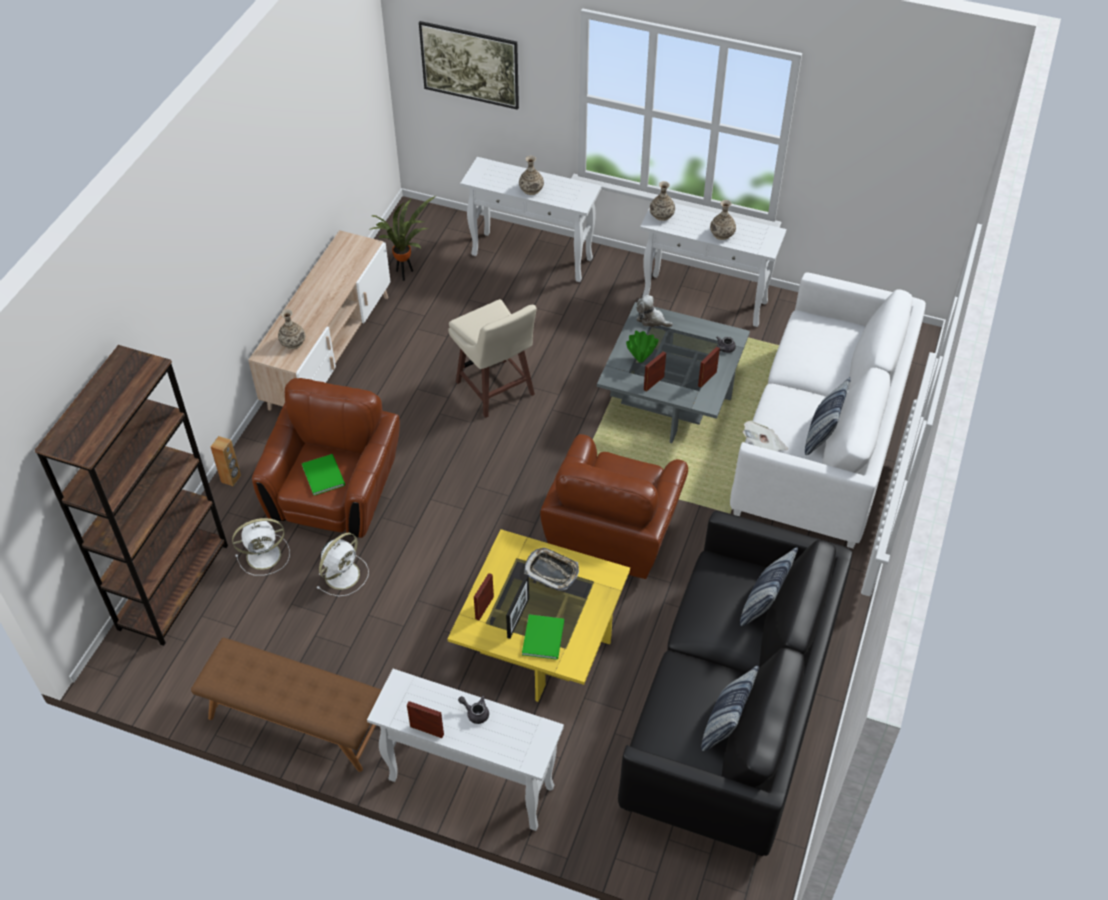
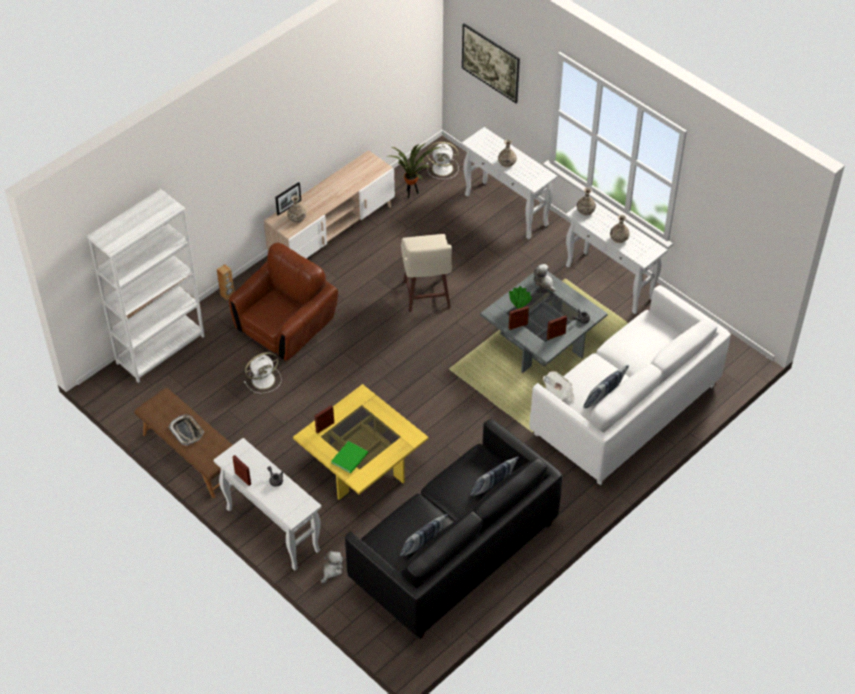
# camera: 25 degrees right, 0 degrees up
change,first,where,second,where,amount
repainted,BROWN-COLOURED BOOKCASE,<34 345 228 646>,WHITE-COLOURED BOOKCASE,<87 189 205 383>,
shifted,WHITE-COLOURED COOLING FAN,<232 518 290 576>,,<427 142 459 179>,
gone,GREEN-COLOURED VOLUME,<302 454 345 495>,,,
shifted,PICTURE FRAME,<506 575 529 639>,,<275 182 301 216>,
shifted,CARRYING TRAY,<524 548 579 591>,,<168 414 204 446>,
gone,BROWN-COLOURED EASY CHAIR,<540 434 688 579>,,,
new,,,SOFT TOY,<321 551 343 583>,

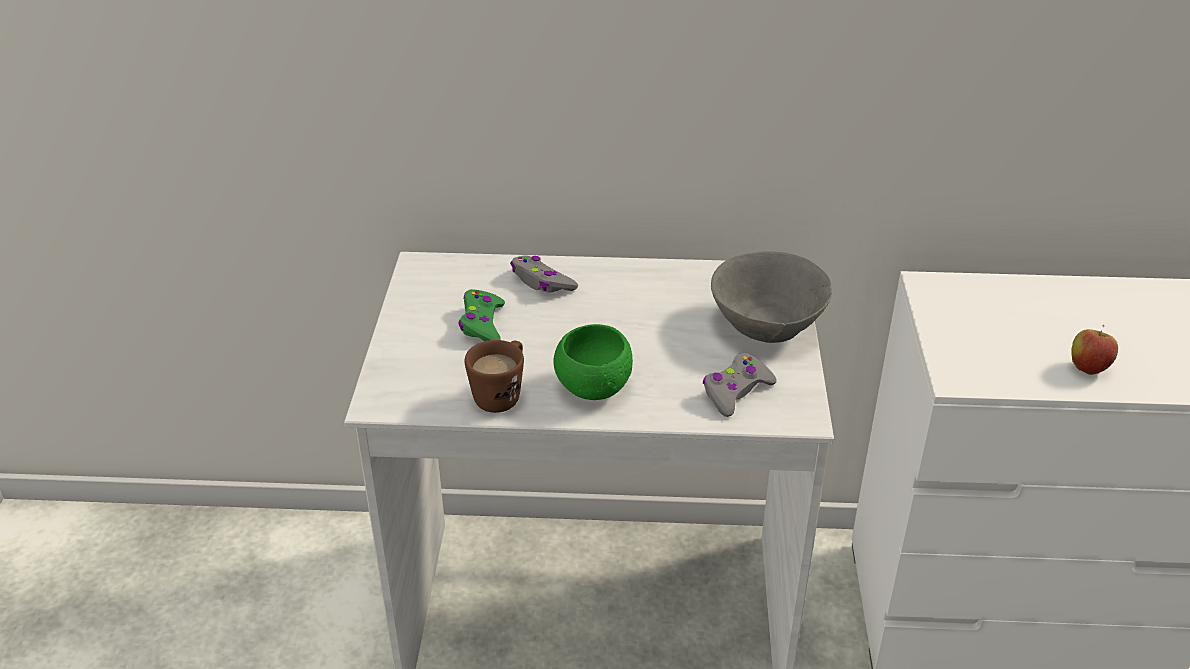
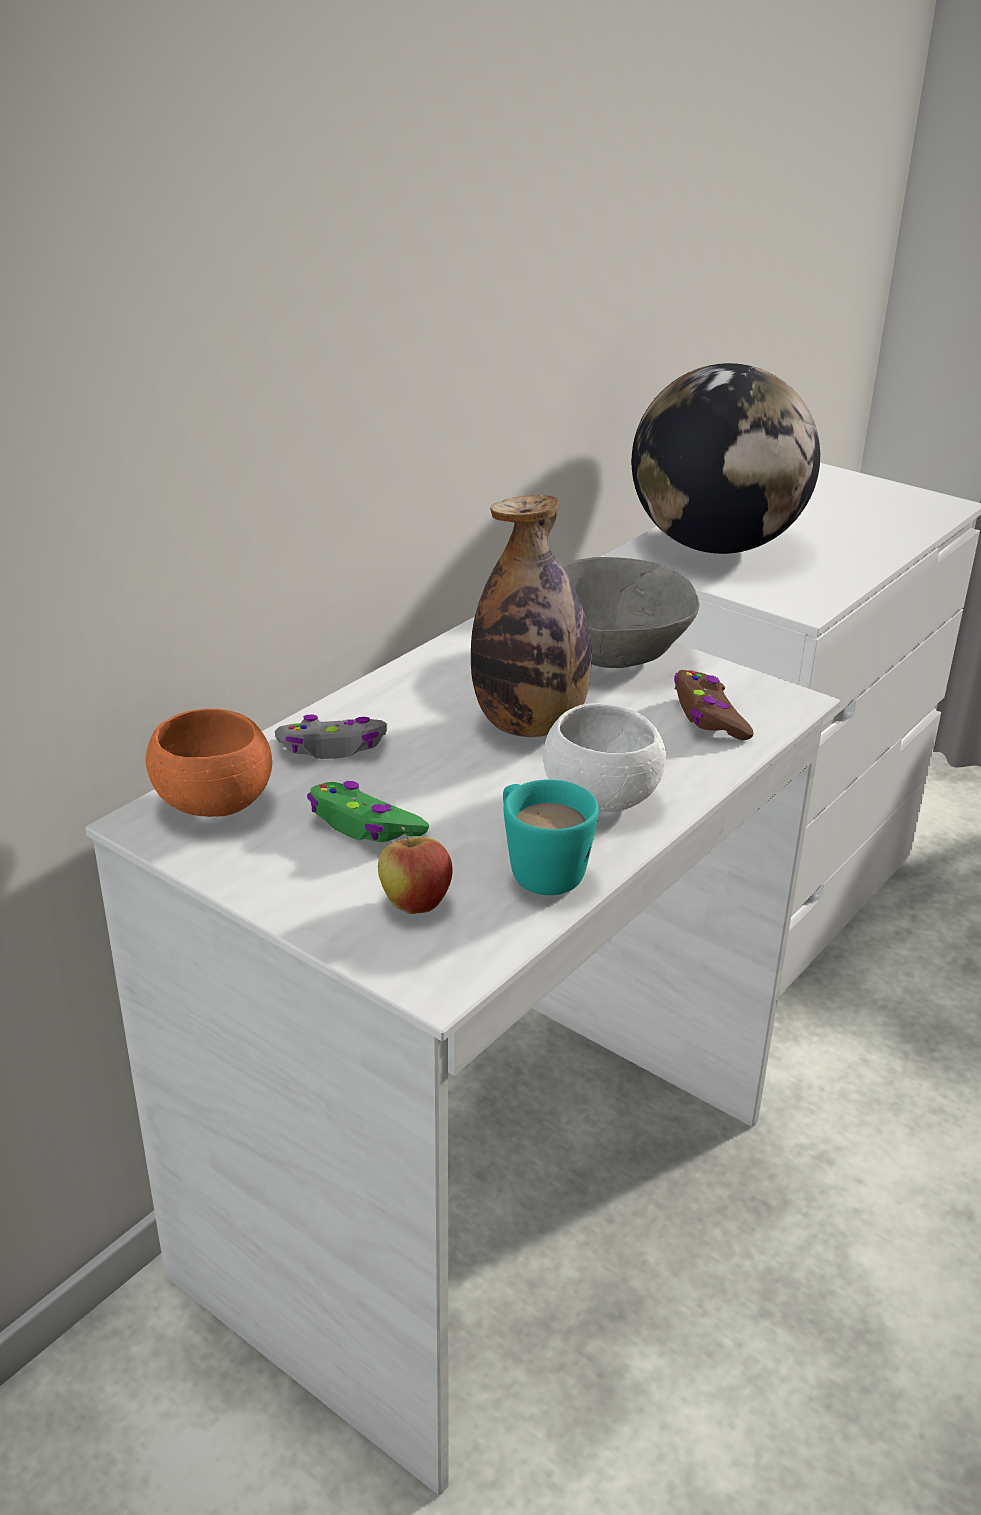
# camera: 55 degrees left, 5 degrees down
change,first,where,second,where,amount
repainted,BROWN-COLOURED TEA MUG,<465 340 524 413>,BLUE-GREEN TEA MUG,<503 779 599 895>,
repainted,GREEN-COLOURED DEEP DISH,<553 324 633 400>,WHITE-COLOURED DEEP DISH,<543 703 666 812>,
repainted,GRAY GAMEPAD,<703 353 777 417>,BROWN-COLOURED GAMEPAD,<674 670 754 740>,
shifted,APPLE FRUIT,<1071 325 1118 375>,,<378 827 452 914>,
new,,,ORANGEY DEEP DISH,<146 709 272 817>,
new,,,BEVERAGE BOTTLE,<471 495 592 737>,
new,,,WORLD GLOBE,<631 363 820 554>,

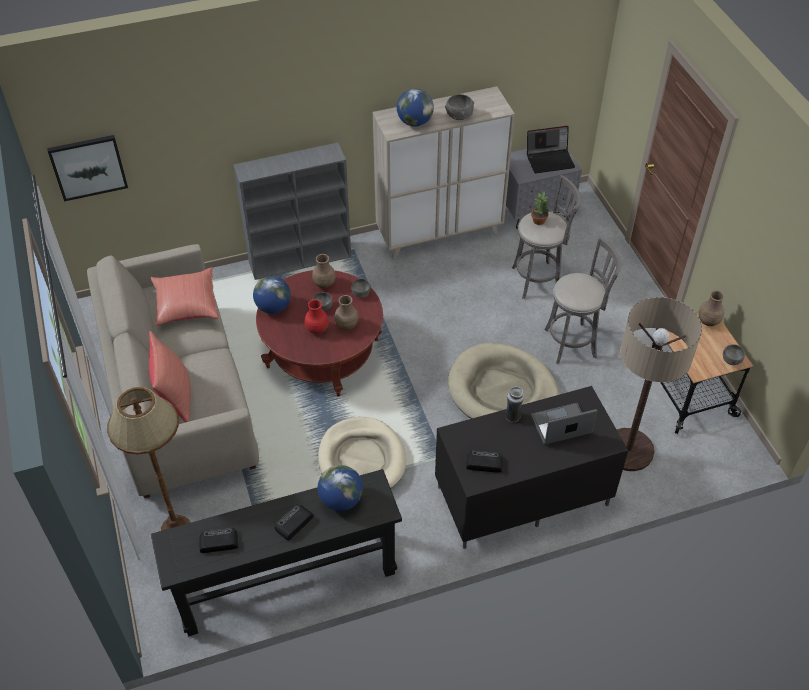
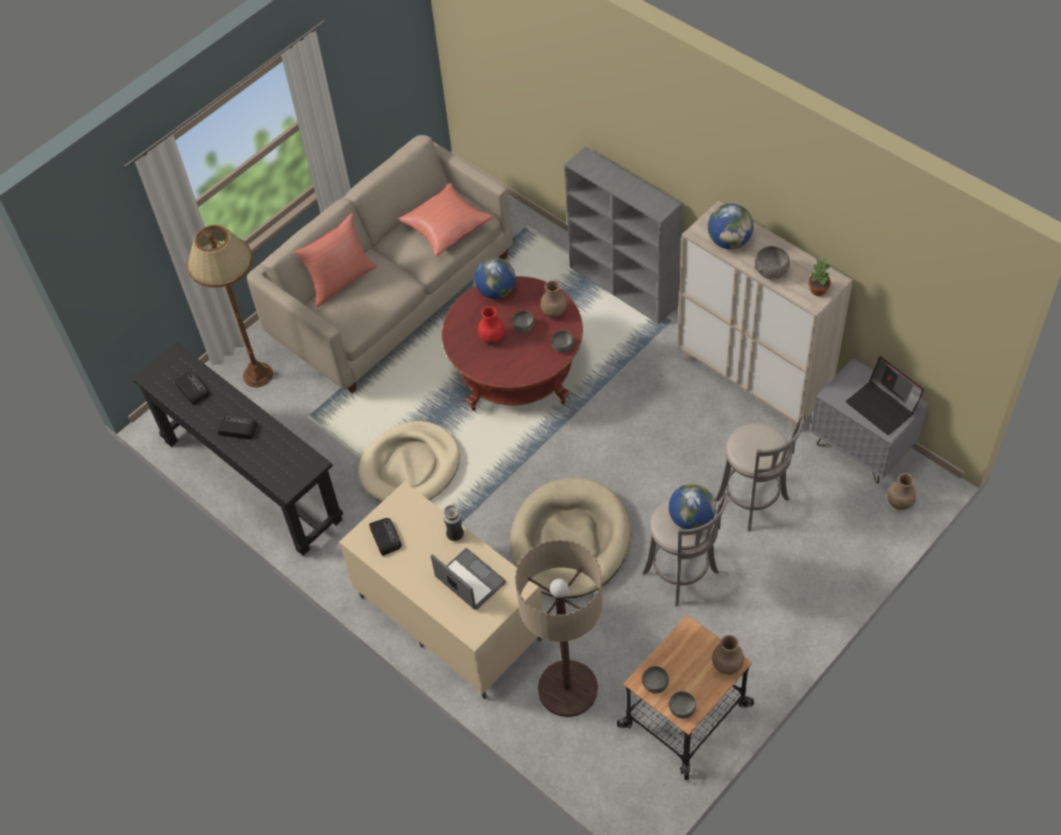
# camera: 65 degrees right, 5 degrees up
change,first,where,second,where,amount
gone,PICTURE,<47 135 128 202>,,,
shifted,WORLD GLOBE,<318 465 363 511>,,<669 484 716 529>,
shifted,BROWN-COLOURED DECORATIVE VASE,<334 295 359 330>,,<888 473 916 510>,
repainted,BLACK TV STAND,<435 386 628 549>,BEIGE-COLOURED TV STAND,<339 482 543 699>,
shifted,POTTED PLANT,<531 192 550 225>,,<808 258 831 296>,
new,,,GRAY DEEP DISH,<642 666 669 694>,

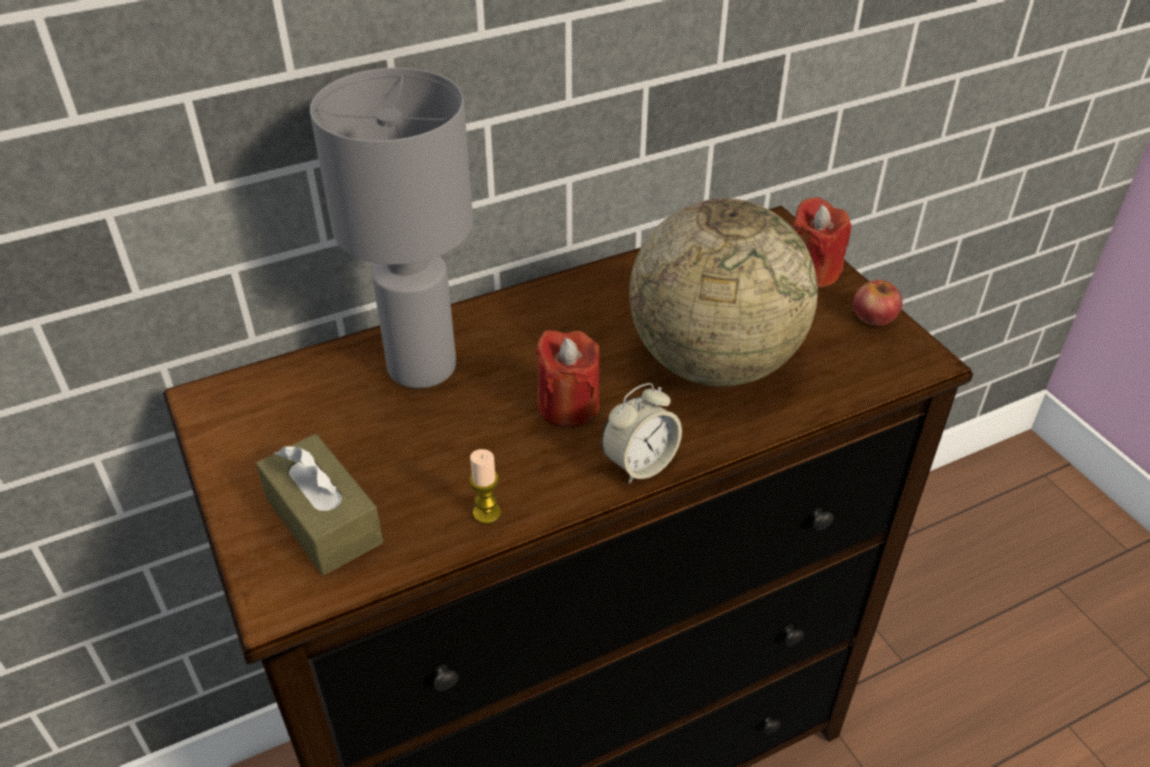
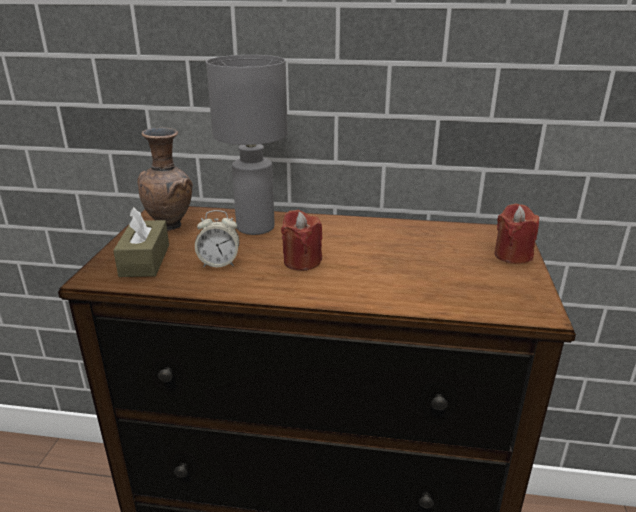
# camera: 35 degrees right, 15 degrees down
change,first,where,second,where,amount
gone,WAX LIGHT,<469 449 501 524>,,,
shifted,TABLE CLOCK,<601 383 682 484>,,<195 210 239 267>,
gone,WORLD GLOBE,<629 198 818 386>,,,
gone,APPLE FRUIT,<854 280 903 326>,,,
new,,,BROWN-COLOURED DECORATIVE VASE,<137 127 193 231>,

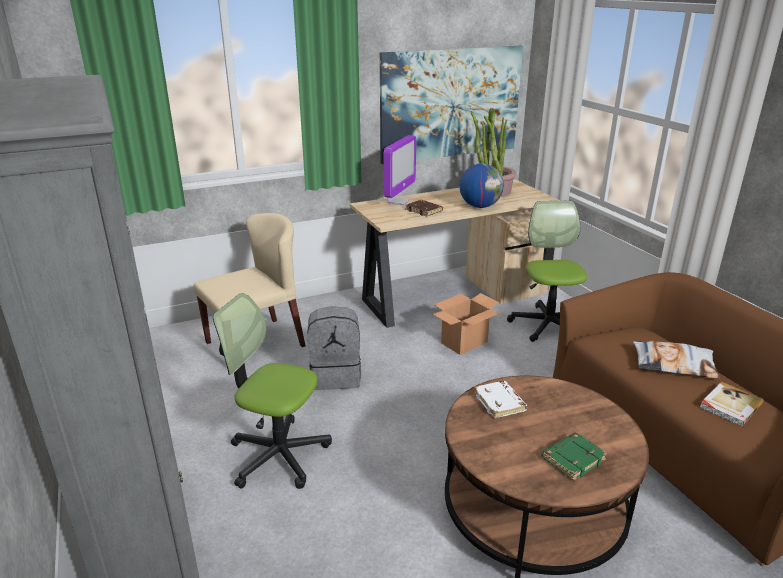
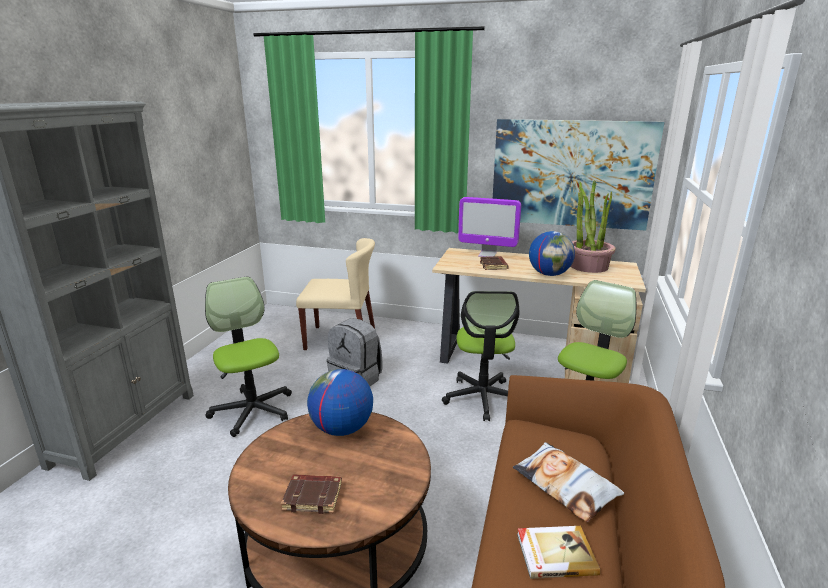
# camera: 40 degrees right, 5 degrees down
change,first,where,second,where,amount
rotated,COMPUTER SCREEN,<384 135 416 205>,,<458 197 521 257>,45 degrees clockwise
swapped,PACKING BOX,<433 293 500 355>,DESK CHAIR,<442 291 519 421>,
swapped,WHITE-COLOURED VOLUME,<474 381 527 418>,WORLD GLOBE,<307 369 373 436>,
repainted,GREEN-COLOURED VOLUME,<541 432 608 481>,BROWN-COLOURED VOLUME,<281 474 342 514>,

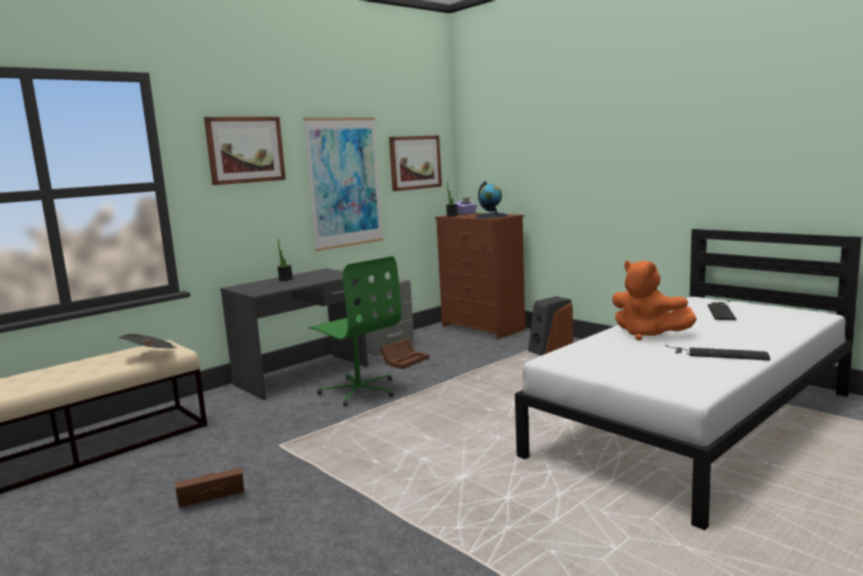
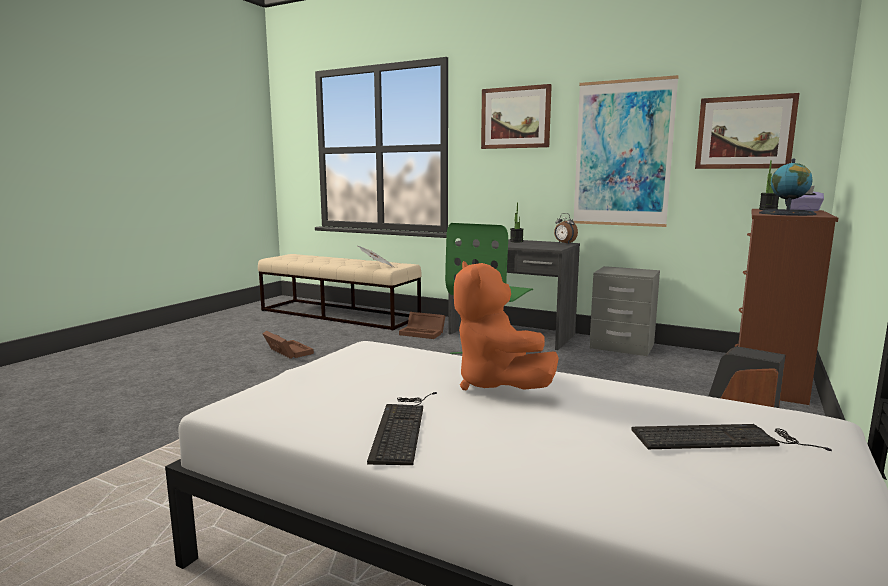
# camera: 70 degrees right, 0 degrees up
change,first,where,second,where,amount
shifted,BROWN-COLOURED STORAGE BOX,<380 337 429 369>,,<399 312 445 339>,
rotated,ORANGEY SOFT TOY,<612 260 697 340>,,<454 261 559 390>,45 degrees counterclockwise
new,,,TABLE CLOCK,<554 213 578 243>,

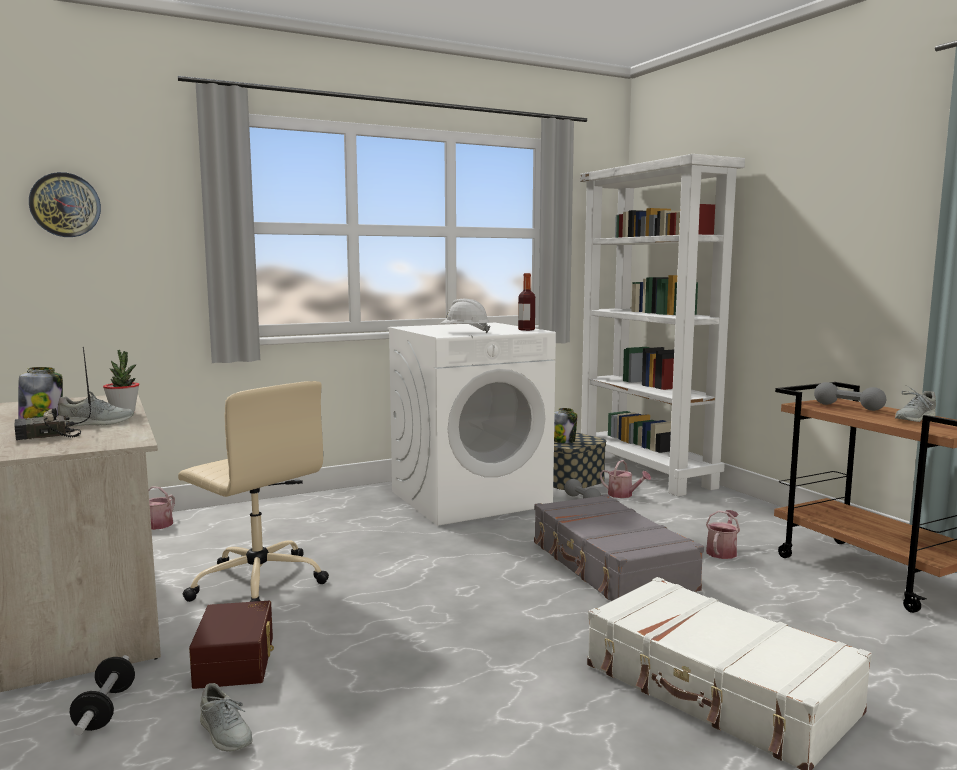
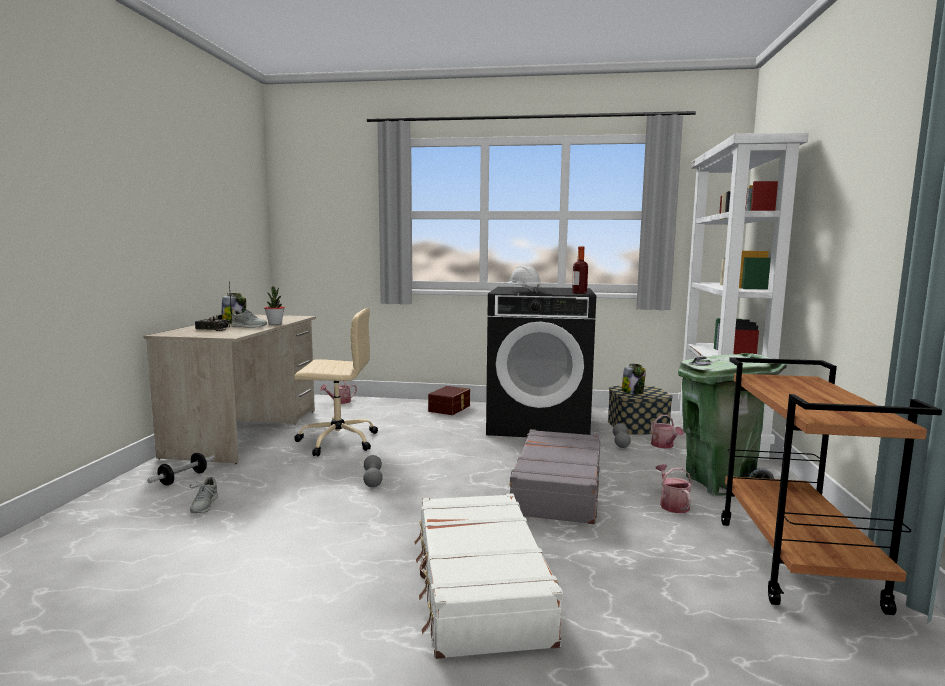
# camera: 35 degrees right, 0 degrees up
change,first,where,second,where,amount
gone,WALL CLOCK,<29 172 101 237>,,,
rotated,BEIGE-COLOURED DESK CHAIR,<178 381 329 602>,,<294 309 378 456>,75 degrees counterclockwise
shifted,BROWN-COLOURED STORAGE BOX,<189 601 274 689>,,<428 386 470 415>,
repainted,WHITE-COLOURED LAUNDRY MACHINE,<388 323 556 526>,BLACK LAUNDRY MACHINE,<486 287 596 437>,
rotated,WATERING CAN,<706 510 740 559>,,<656 464 692 513>,75 degrees counterclockwise
shifted,GRAY DUMBBELL,<814 382 886 411>,,<363 455 383 487>,
gone,GRAY LOW SHOE,<895 385 936 422>,,,
new,,,GREEN-COLOURED WASTE BIN,<678 353 787 496>,

